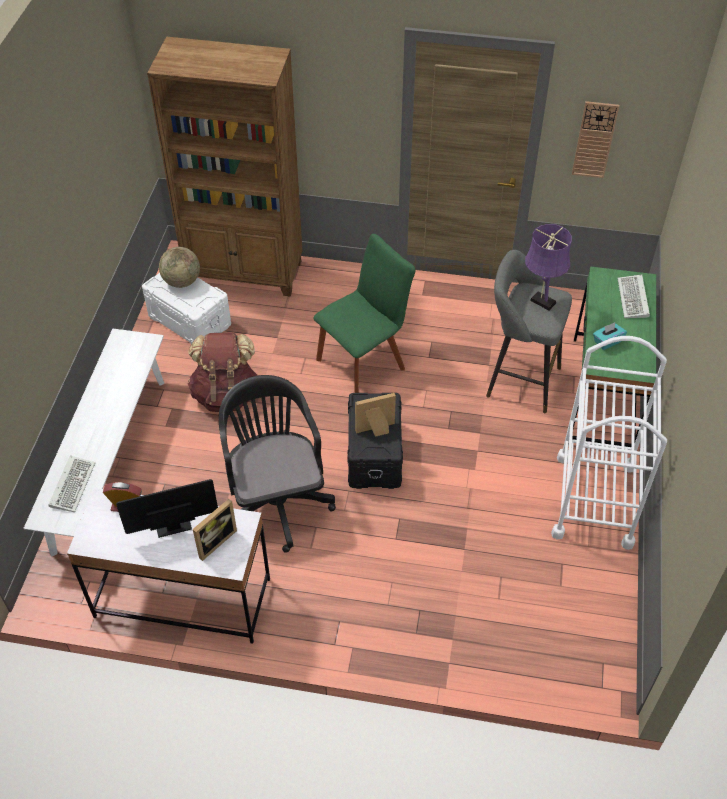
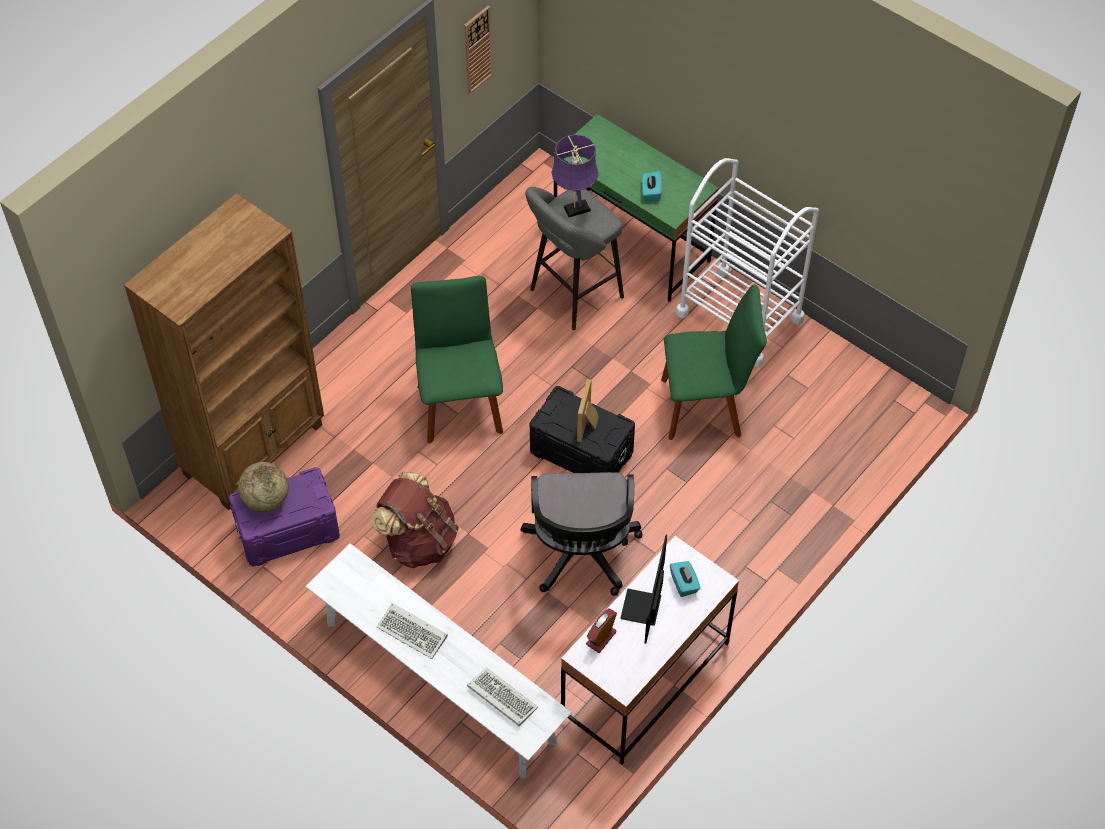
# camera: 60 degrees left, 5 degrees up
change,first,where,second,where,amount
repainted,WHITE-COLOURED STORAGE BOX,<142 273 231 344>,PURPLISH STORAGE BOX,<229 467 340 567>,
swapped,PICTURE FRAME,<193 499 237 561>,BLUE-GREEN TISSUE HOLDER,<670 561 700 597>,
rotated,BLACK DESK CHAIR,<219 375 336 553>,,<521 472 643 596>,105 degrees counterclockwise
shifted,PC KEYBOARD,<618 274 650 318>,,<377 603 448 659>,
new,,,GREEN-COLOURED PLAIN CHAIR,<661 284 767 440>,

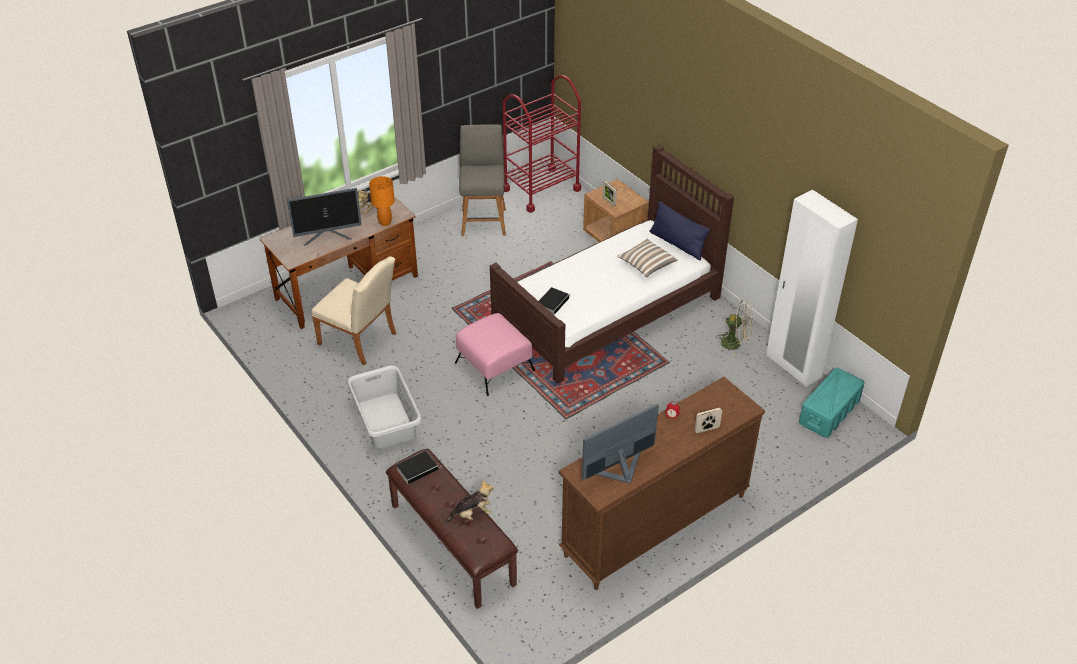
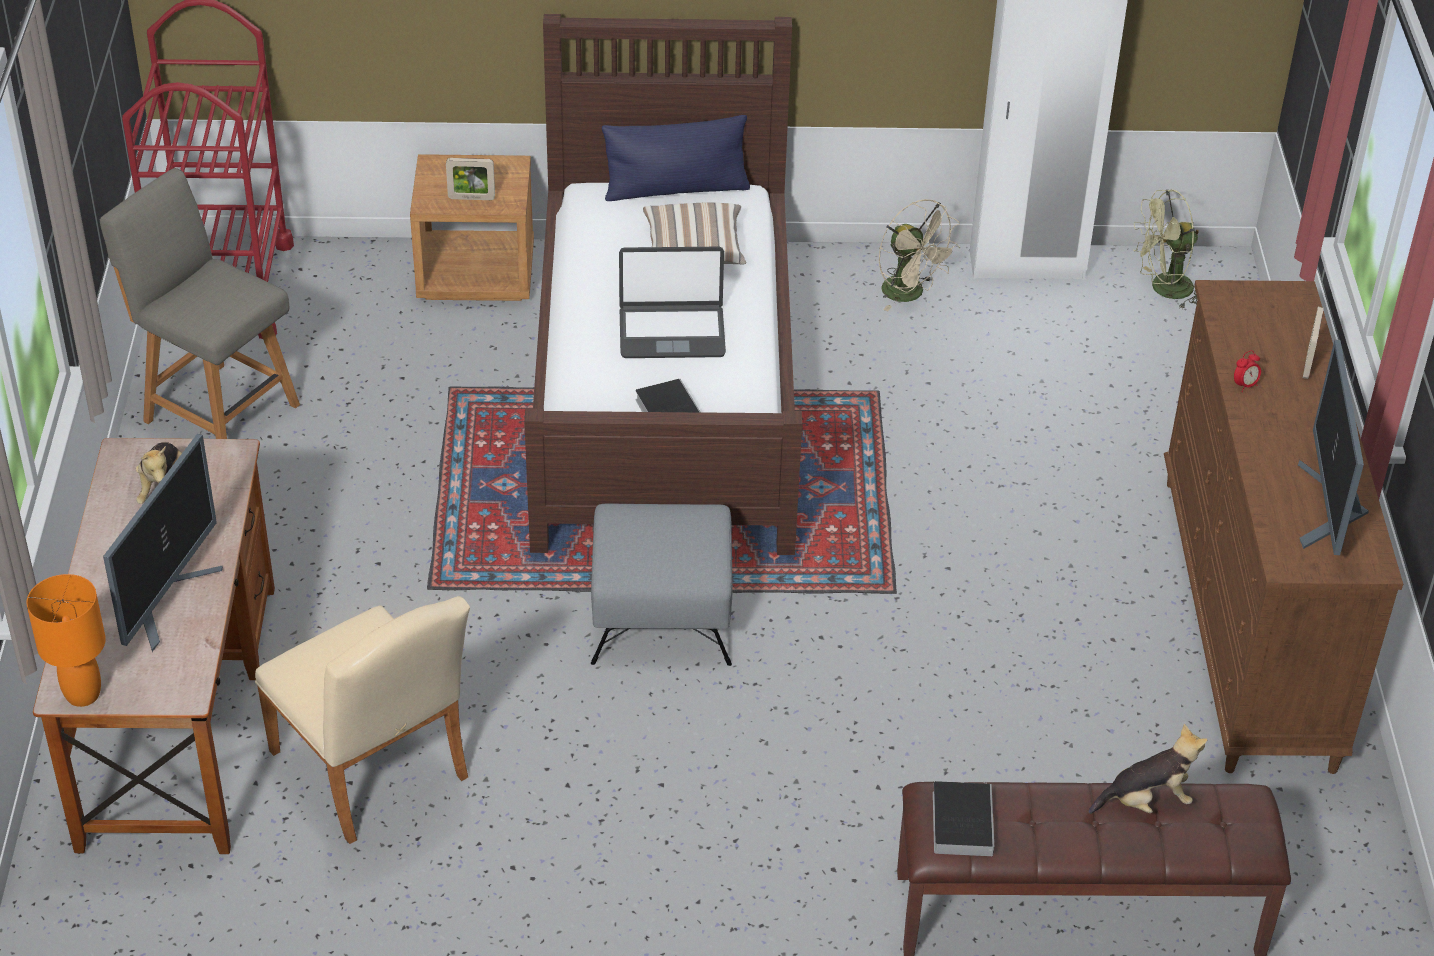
# camera: 55 degrees left, 0 degrees up
change,first,where,second,where,amount
rotated,BEIGE-COLOURED PLAIN CHAIR,<312 256 396 365>,,<255 596 470 844>,75 degrees clockwise
gone,GRAY WASHING BASKET,<347 365 422 449>,,,
shifted,ORANGEY LAMP FOR A TABLE,<369 176 395 226>,,<26 574 106 707>,
rotated,SOFT TOY,<446 480 494 522>,,<1089 724 1207 814>,60 degrees clockwise
repainted,PINK FOOTREST,<455 313 535 396>,GRAY FOOTREST,<591 504 732 666>,
rotated,BEIGE-COLOURED COOLING FAN,<717 299 753 356>,,<879 199 960 311>,90 degrees clockwise
swapped,BLUE-GREEN STORAGE BOX,<799 368 864 438>,GREEN-COLOURED COOLING FAN,<1133 189 1199 309>,
new,,,NOTEBOOK COMPUTER,<619 247 726 358>,

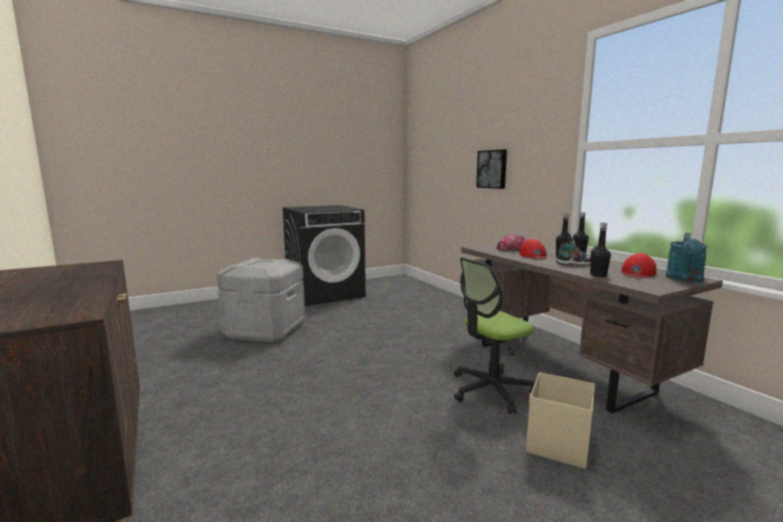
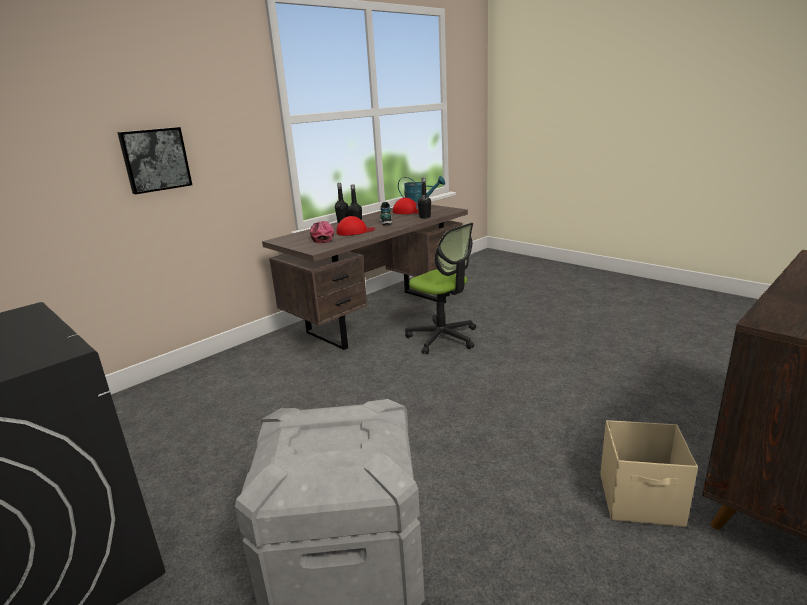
# camera: 105 degrees left, 10 degrees up
change,first,where,second,where,amount
shifted,BEIGE-COLOURED STORAGE BOX,<526 372 595 469>,,<600 420 698 527>,

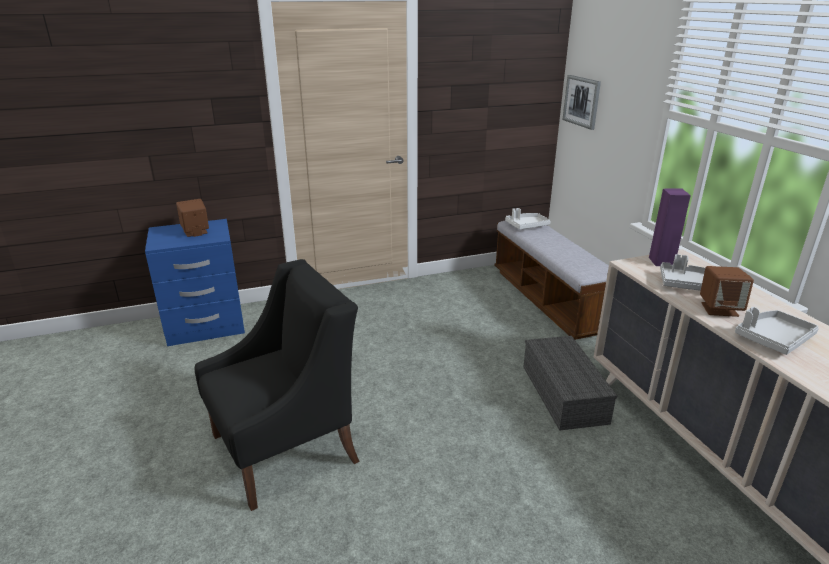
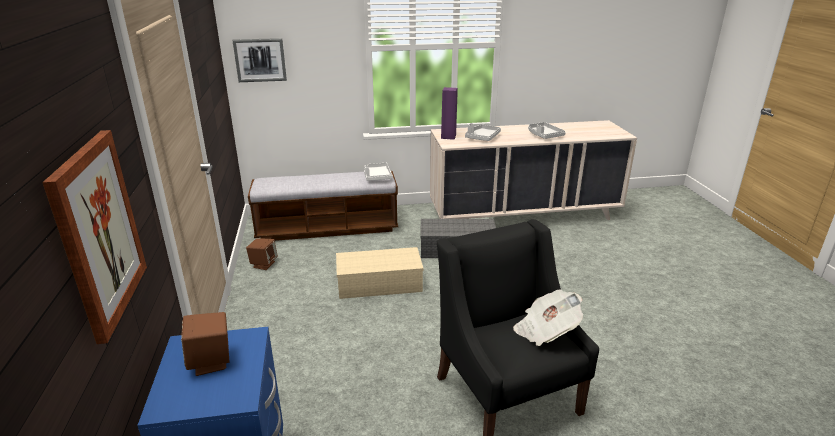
# camera: 80 degrees left, 0 degrees up
change,first,where,second,where,amount
shifted,WHITE-COLOURED CARRYING TRAY,<505 208 550 230>,,<364 163 393 181>,
shifted,BROWN-COLOURED LOUDSPEAKER,<700 266 754 317>,,<246 238 278 270>,
new,,,PICTURE,<42 130 147 344>,
new,,,BEIGE-COLOURED STORAGE BOX,<336 247 423 299>,
new,,,NEWSPAPER,<513 290 583 346>,

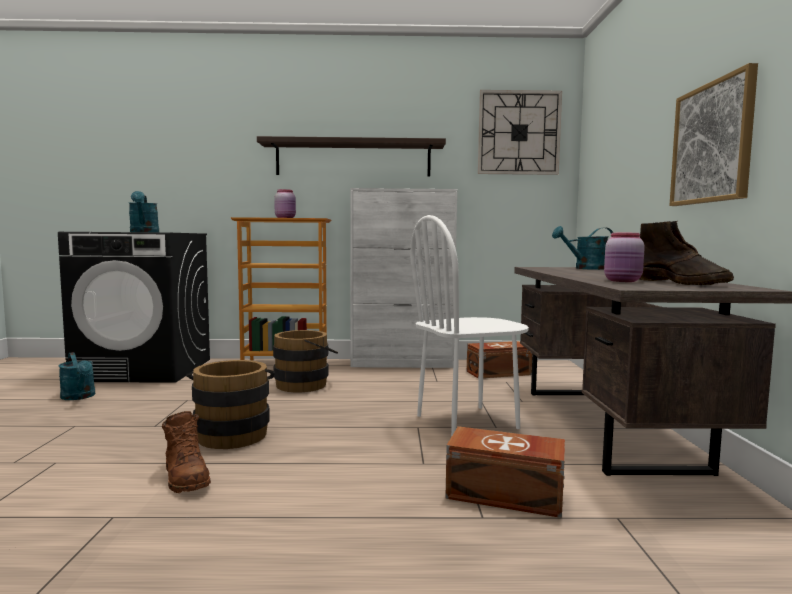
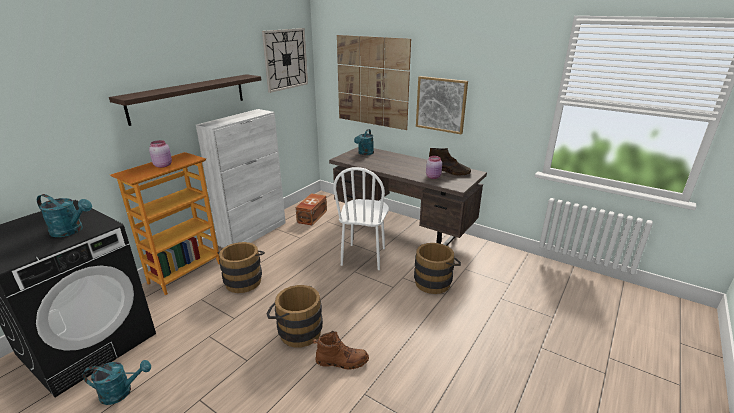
# camera: 55 degrees left, 20 degrees up
change,first,where,second,where,amount
swapped,BROWN-COLOURED STORAGE BOX,<445 426 565 518>,BROWN-COLOURED WATER BUCKET,<414 243 461 294>,
new,,,PICTURE,<337 35 411 130>,

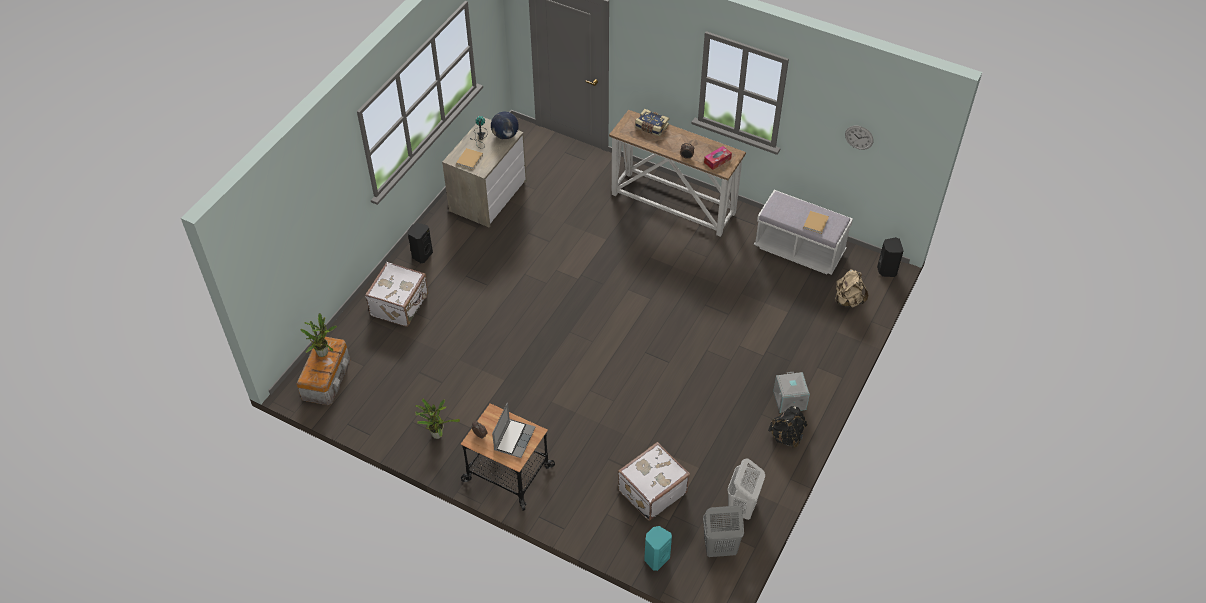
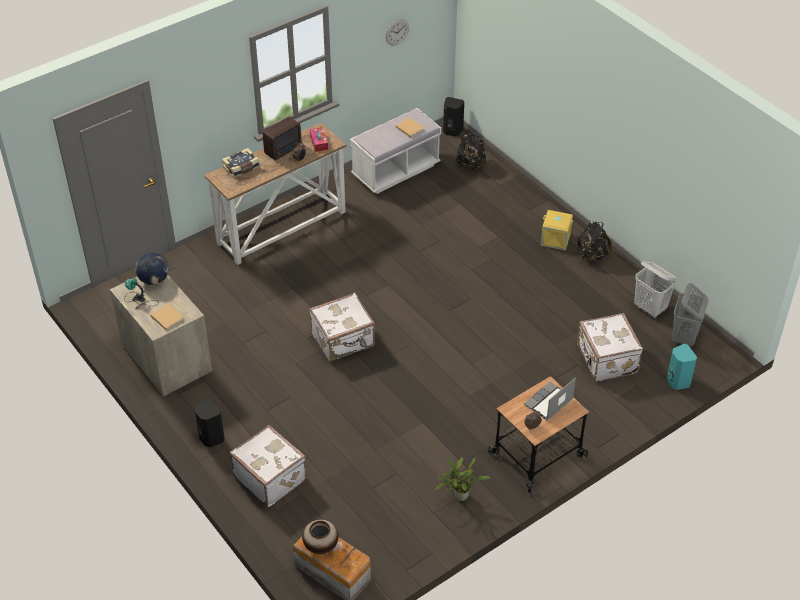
# camera: 65 degrees left, 5 degrees down
change,first,where,second,where,amount
swapped,POTTED PLANT,<301 313 337 357>,DECORATIVE VASE,<302 519 339 554>,
rotated,NOTEBOOK COMPUTER,<492 403 536 458>,,<524 377 576 421>,90 degrees counterclockwise
repainted,GRAY STORAGE BOX,<773 372 810 413>,YELLOW-COLOURED STORAGE BOX,<540 210 573 250>,
repainted,BEIGE-COLOURED RUCKSACK,<835 269 868 308>,BLACK RUCKSACK,<455 130 486 171>,
new,,,RADIO RECEIVER,<263 117 302 160>,
new,,,WHITE-COLOURED SUITCASE,<309 293 375 362>,

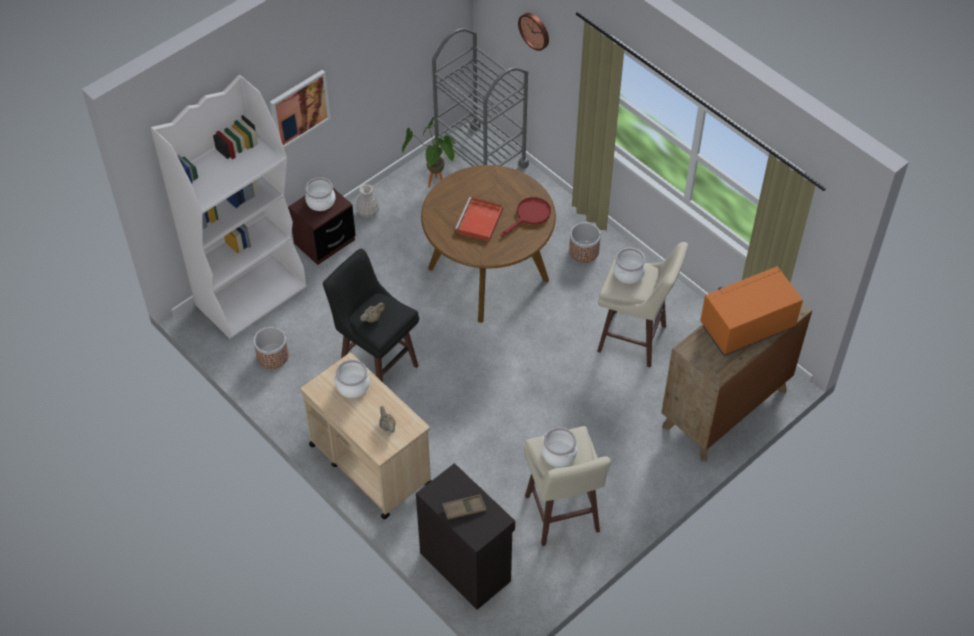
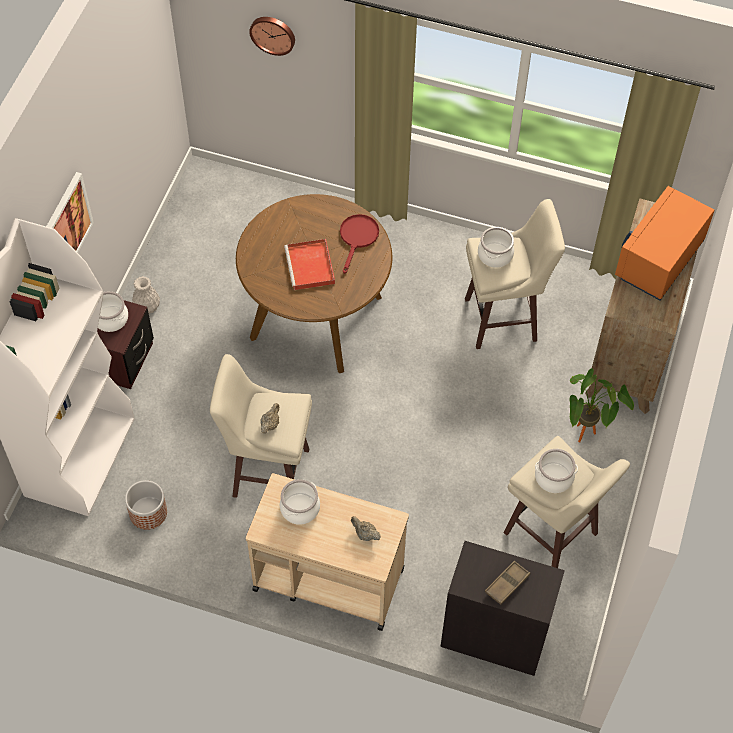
# camera: 30 degrees left, 5 degrees up
change,first,where,second,where,amount
repainted,BLACK SITTING STOOL,<323 249 419 382>,BEIGE-COLOURED SITTING STOOL,<210 354 312 498>,
shifted,POTTED PLANT,<402 117 456 188>,,<569 368 634 442>,
gone,GRAY CART,<432 28 529 169>,,,
gone,FLOWER POT,<569 222 601 263>,,,

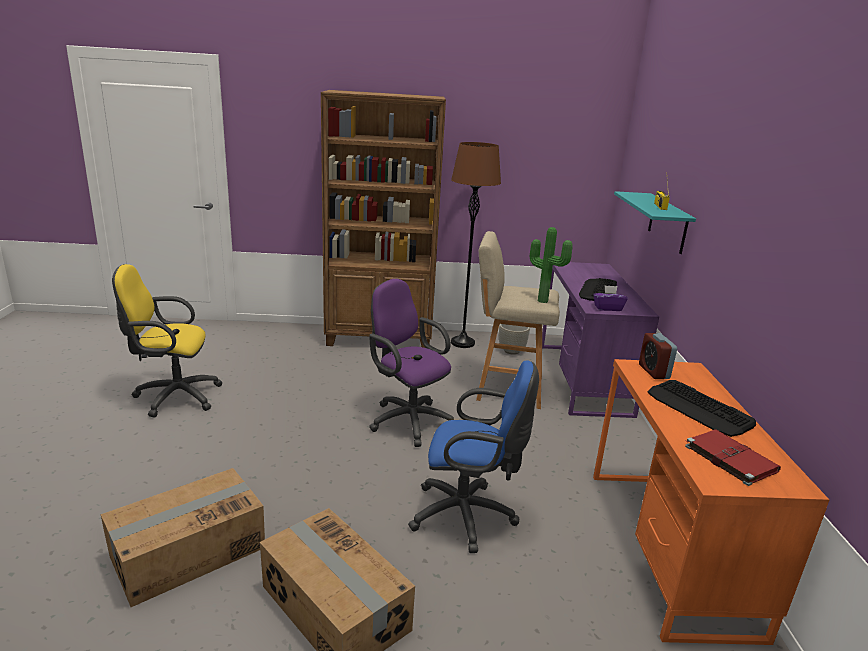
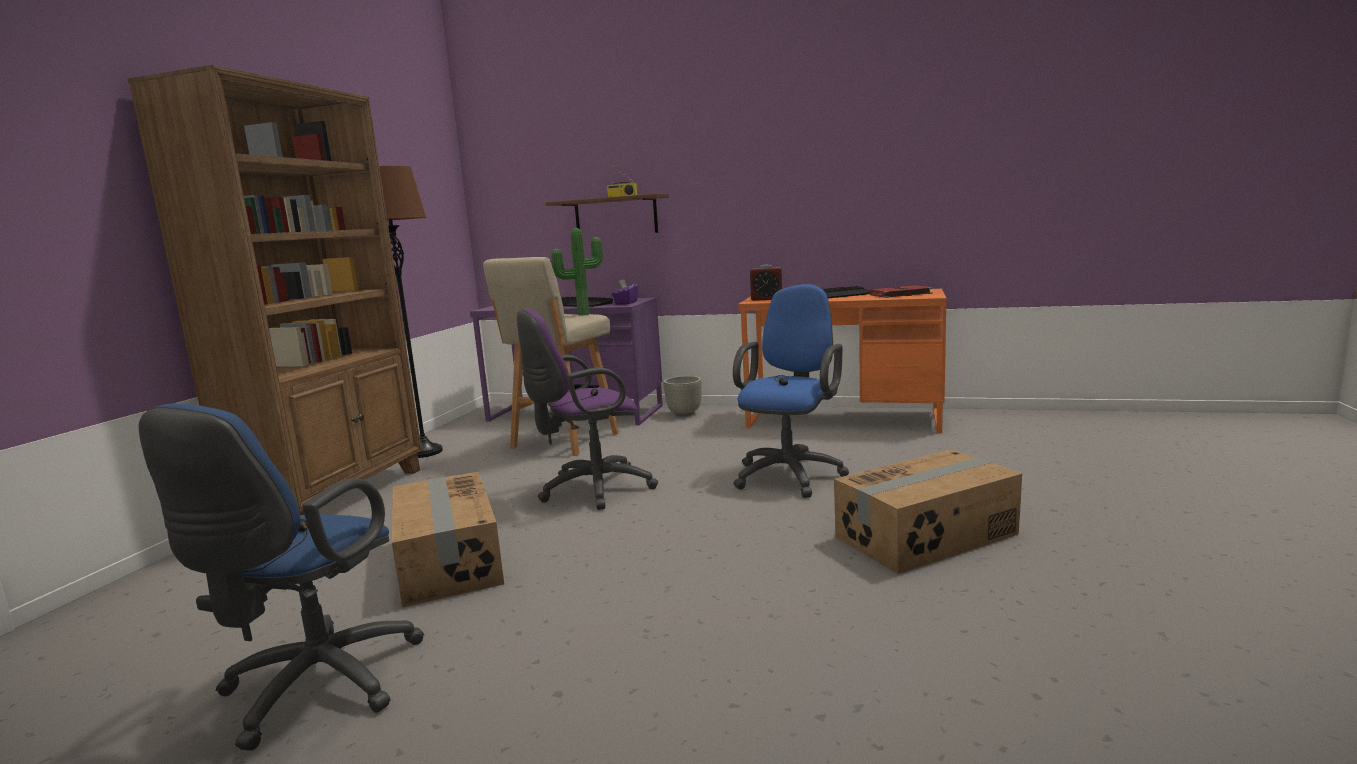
# camera: 70 degrees left, 10 degrees down
change,first,where,second,where,amount
shifted,PACKING BOX,<101 468 265 607>,,<392 472 504 607>,
repainted,YELLOW-COLOURED DESK CHAIR,<112 264 222 417>,BLUISH DESK CHAIR,<139 403 424 751>,
shifted,GRAY FLOWER POT,<499 324 530 355>,,<663 376 702 416>,
repainted,BLUE-GREEN WALL SHELF,<614 191 696 254>,BROWN-COLOURED WALL SHELF,<545 194 669 233>,

